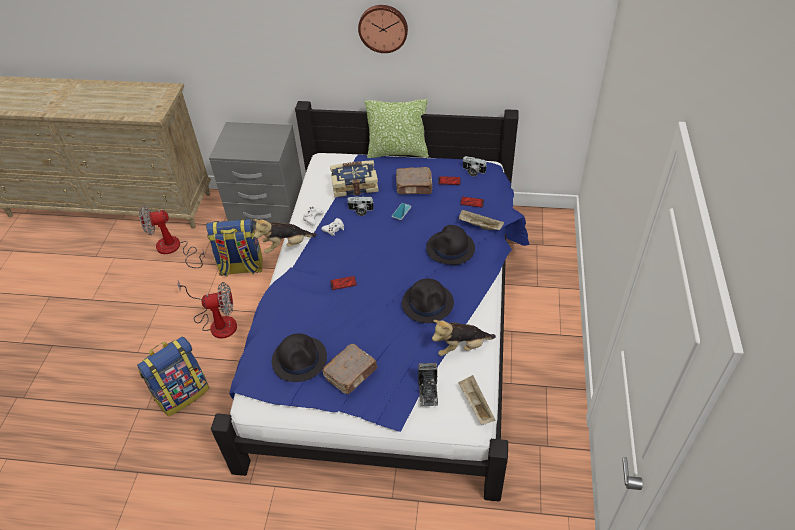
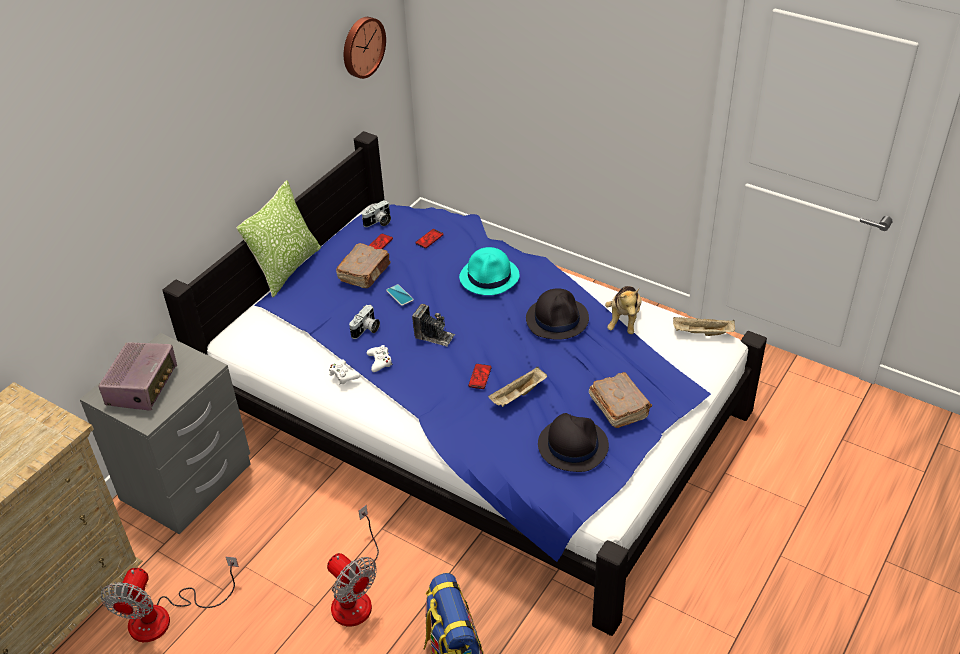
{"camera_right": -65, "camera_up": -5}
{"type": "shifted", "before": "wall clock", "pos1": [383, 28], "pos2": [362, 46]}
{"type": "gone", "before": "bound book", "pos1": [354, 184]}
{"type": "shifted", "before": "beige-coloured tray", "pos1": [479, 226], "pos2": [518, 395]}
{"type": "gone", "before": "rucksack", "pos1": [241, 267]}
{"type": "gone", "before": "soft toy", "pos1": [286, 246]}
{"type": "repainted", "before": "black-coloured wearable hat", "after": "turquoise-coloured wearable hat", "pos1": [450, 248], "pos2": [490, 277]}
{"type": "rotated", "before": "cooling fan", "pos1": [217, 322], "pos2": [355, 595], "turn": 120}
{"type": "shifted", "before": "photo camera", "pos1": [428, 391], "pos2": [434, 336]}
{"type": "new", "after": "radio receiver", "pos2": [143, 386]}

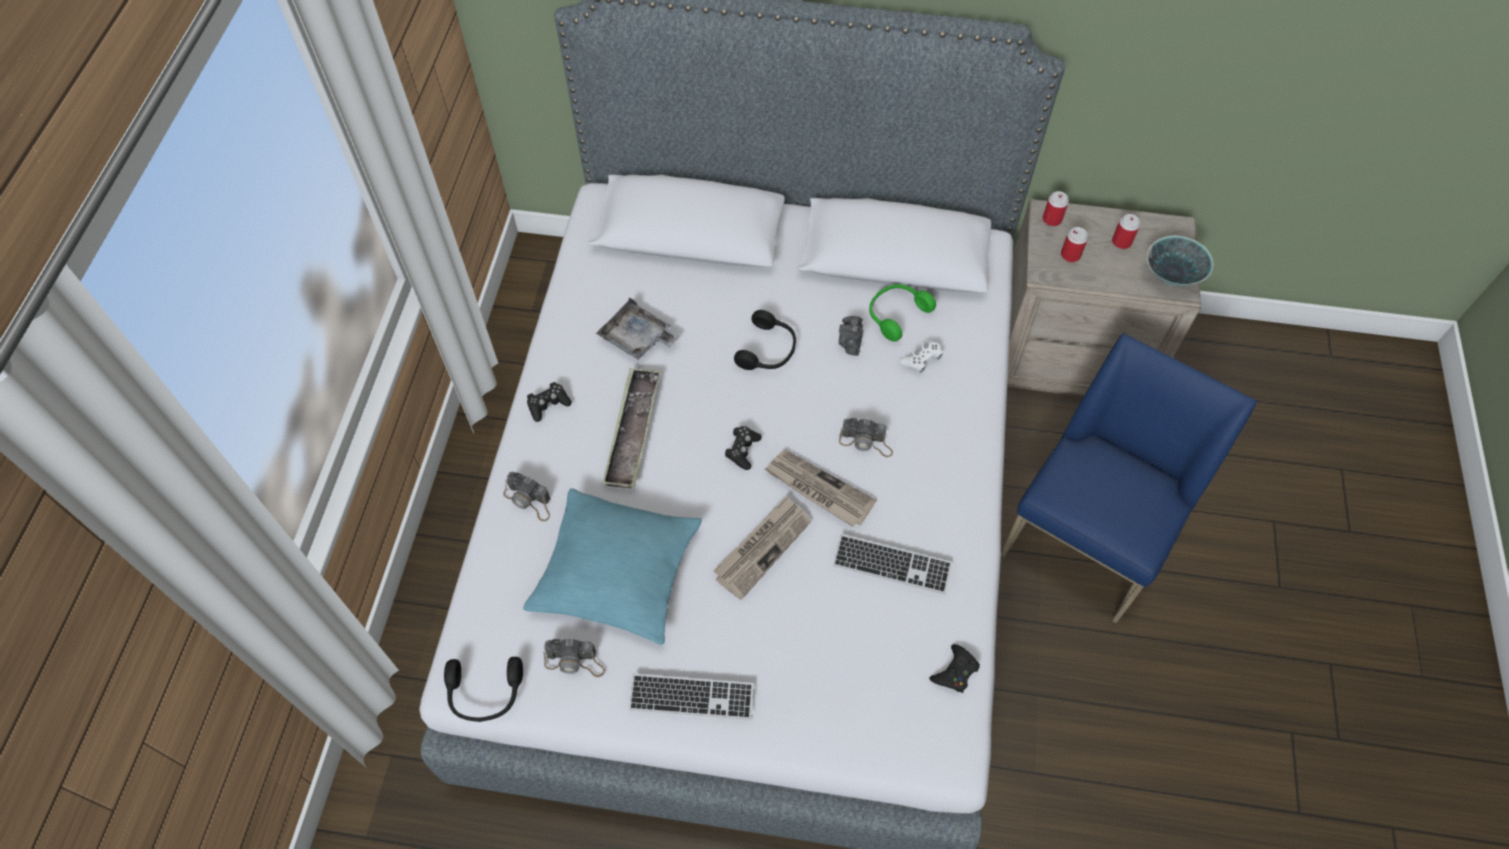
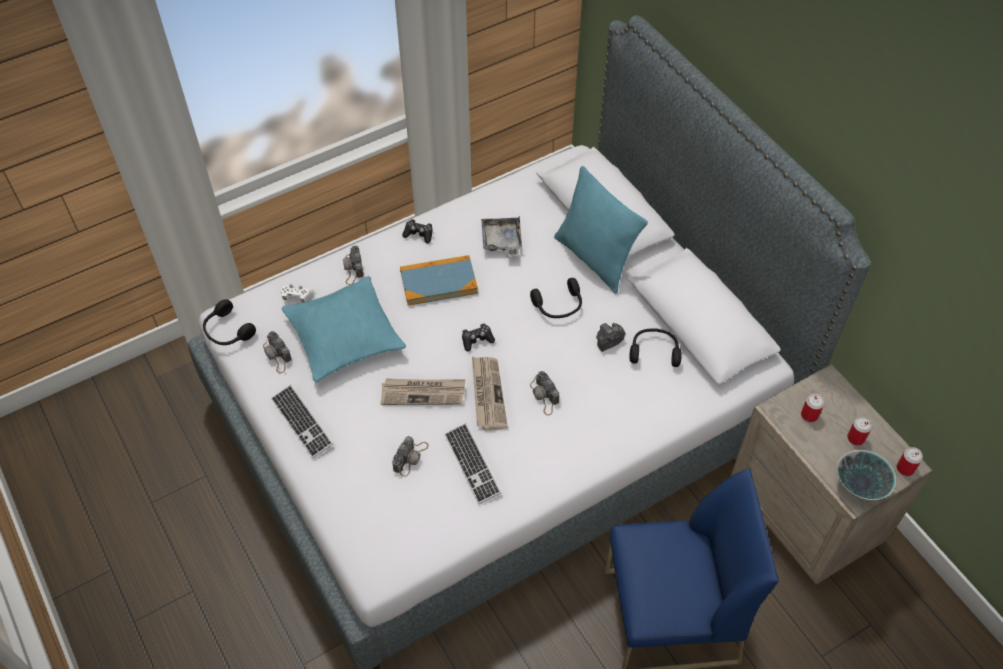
{"camera_right": 50, "camera_up": -5}
{"type": "shifted", "before": "metal can", "pos1": [1052, 219], "pos2": [905, 468]}
{"type": "repainted", "before": "green-coloured headset", "after": "black-coloured headset", "pos1": [896, 314], "pos2": [654, 351]}
{"type": "shifted", "before": "whitish gamepad", "pos1": [921, 360], "pos2": [297, 295]}
{"type": "swapped", "before": "tray", "after": "bound book", "pos1": [633, 432], "pos2": [438, 282]}
{"type": "gone", "before": "black-coloured gamepad", "pos1": [955, 672]}
{"type": "new", "after": "turquoise-coloured throw pillow", "pos2": [594, 259]}
{"type": "new", "after": "photo camera", "pos2": [410, 457]}

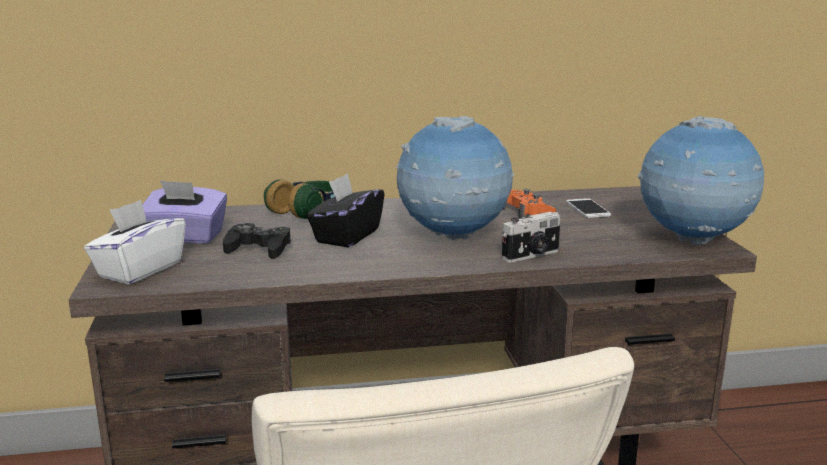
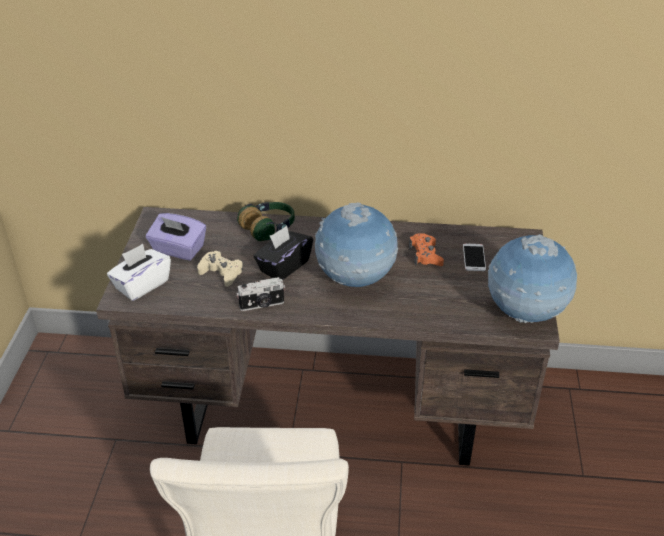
{"camera_right": 15, "camera_up": 20}
{"type": "shifted", "before": "photo camera", "pos1": [532, 255], "pos2": [262, 305]}
{"type": "repainted", "before": "black-coloured gamepad", "after": "beige-coloured gamepad", "pos1": [259, 249], "pos2": [221, 272]}

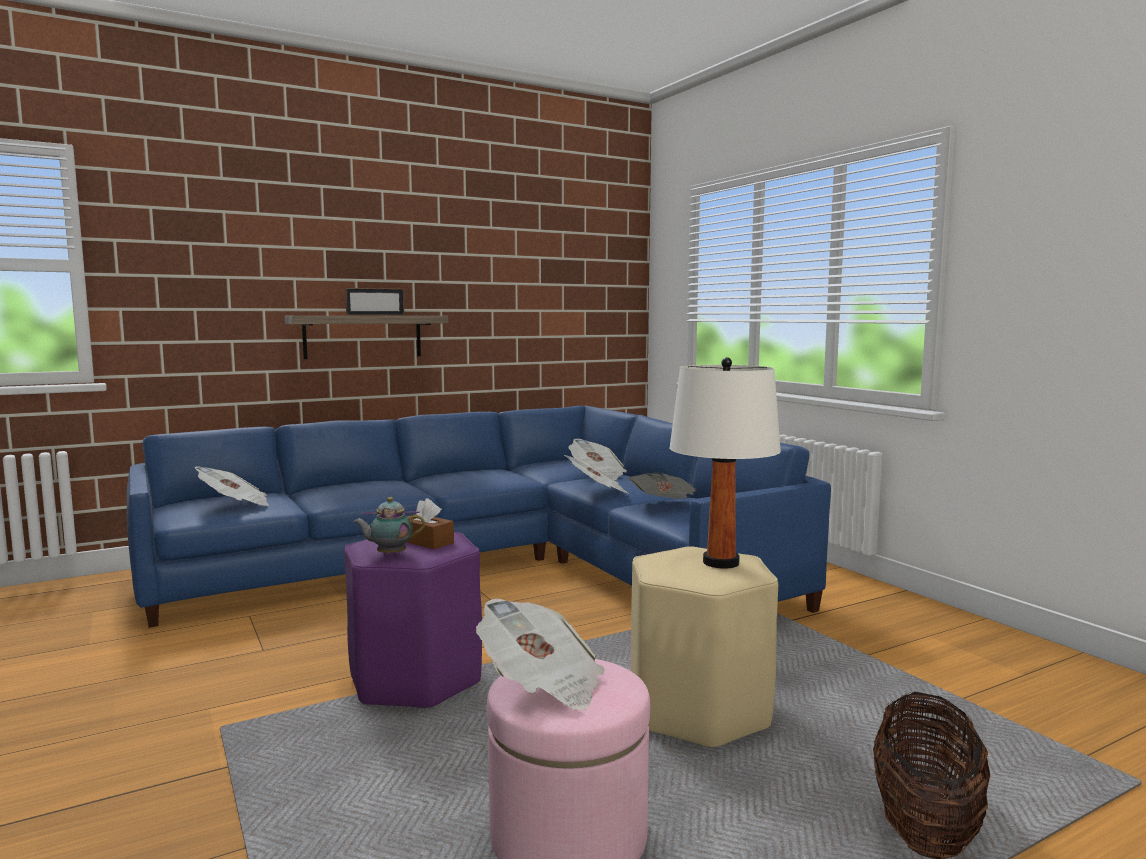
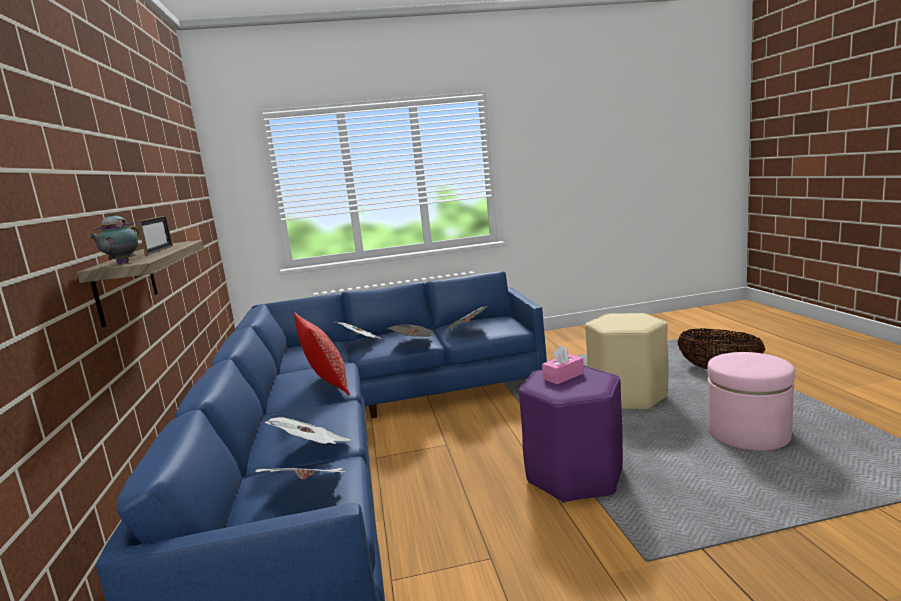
{"camera_right": -70, "camera_up": 5}
{"type": "gone", "before": "whitish lamp for a table", "pos1": [721, 562]}
{"type": "shifted", "before": "tea pot", "pos1": [389, 555], "pos2": [121, 263]}
{"type": "repainted", "before": "brown box of tissues", "after": "pink box of tissues", "pos1": [426, 541], "pos2": [563, 376]}
{"type": "shifted", "before": "daily paper", "pos1": [542, 684], "pos2": [312, 449]}
{"type": "new", "after": "throw pillow", "pos2": [327, 386]}

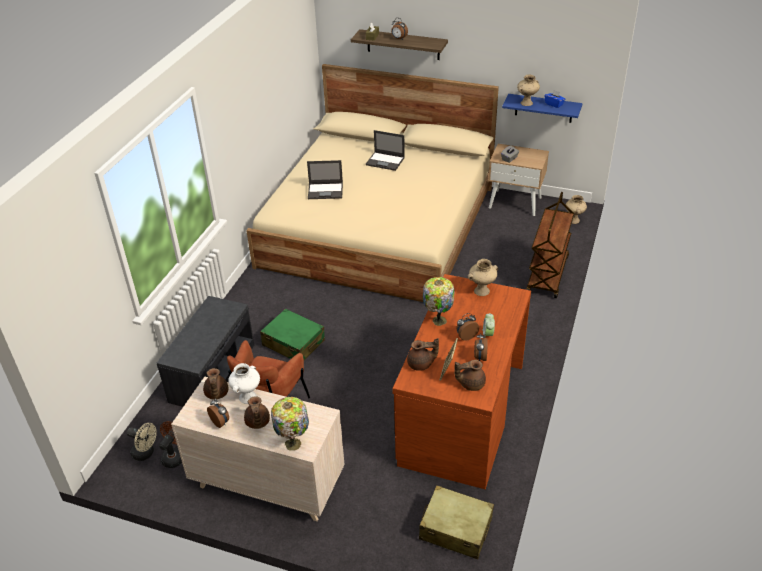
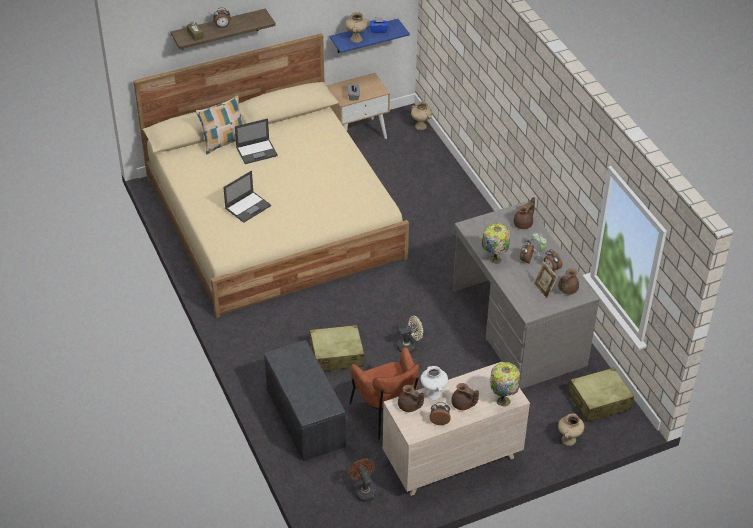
{"camera_right": -45, "camera_up": 5}
{"type": "gone", "before": "brown trolley", "pos1": [548, 275]}
{"type": "shifted", "before": "beige-coloured vase", "pos1": [481, 291], "pos2": [569, 440]}
{"type": "repainted", "before": "brown desk table", "after": "grey desk table", "pos1": [461, 414], "pos2": [517, 328]}
{"type": "repainted", "before": "green-coloured suitcase", "after": "beige-coloured suitcase", "pos1": [293, 343], "pos2": [336, 355]}
{"type": "shifted", "before": "brown tea pot", "pos1": [421, 364], "pos2": [524, 223]}
{"type": "shifted", "before": "beige-coloured cooling fan", "pos1": [146, 453], "pos2": [409, 346]}
{"type": "new", "after": "throw pillow", "pos2": [224, 142]}

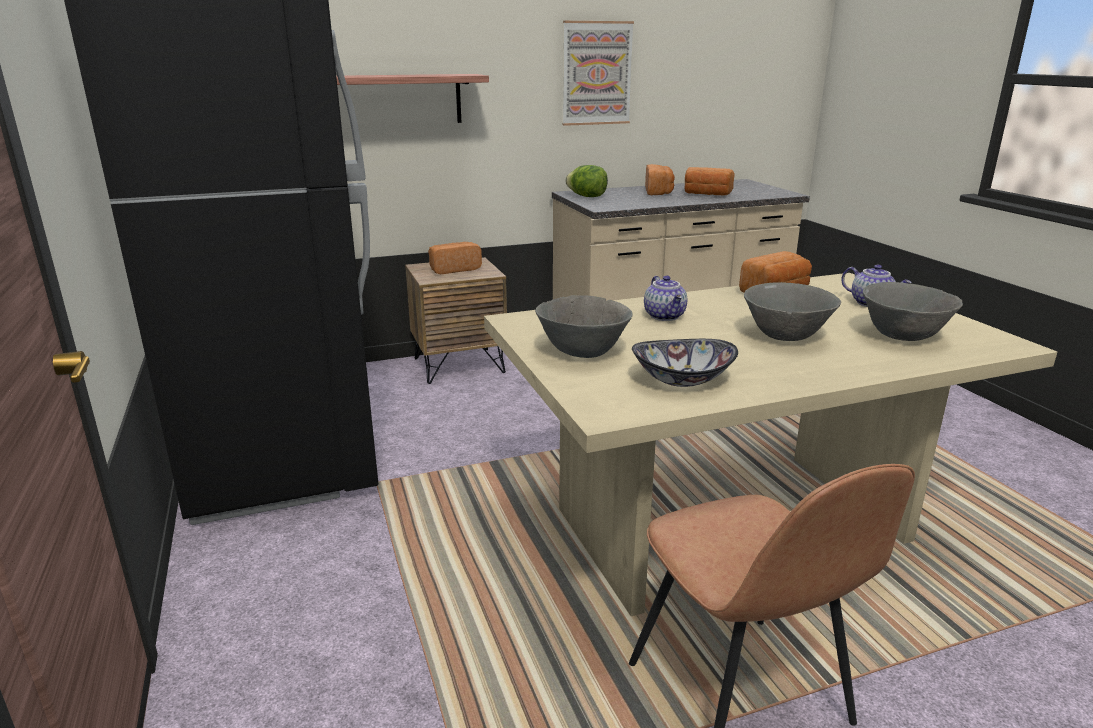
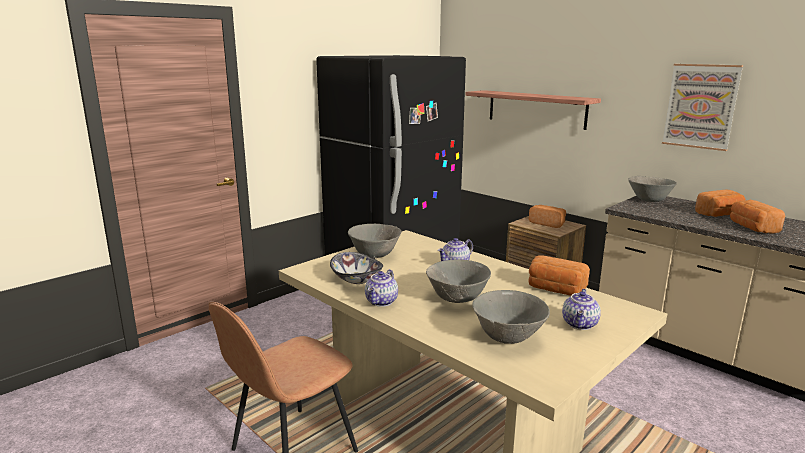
{"camera_right": 65, "camera_up": -5}
{"type": "swapped", "before": "lettuce", "after": "grey serving bowl", "pos1": [587, 196], "pos2": [649, 200]}
{"type": "new", "after": "tea pot", "pos2": [382, 302]}

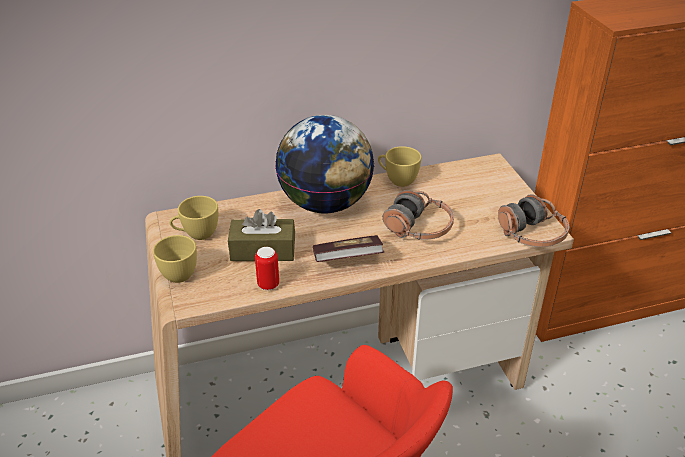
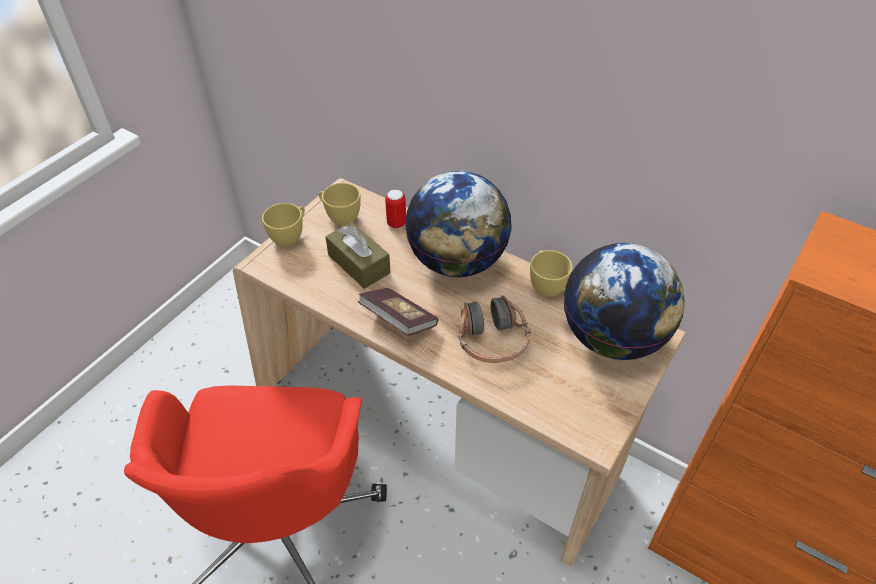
{"camera_right": 50, "camera_up": 10}
{"type": "gone", "before": "headset", "pos1": [531, 234]}
{"type": "shifted", "before": "metal can", "pos1": [268, 284], "pos2": [396, 223]}
{"type": "new", "after": "globe", "pos2": [612, 338]}

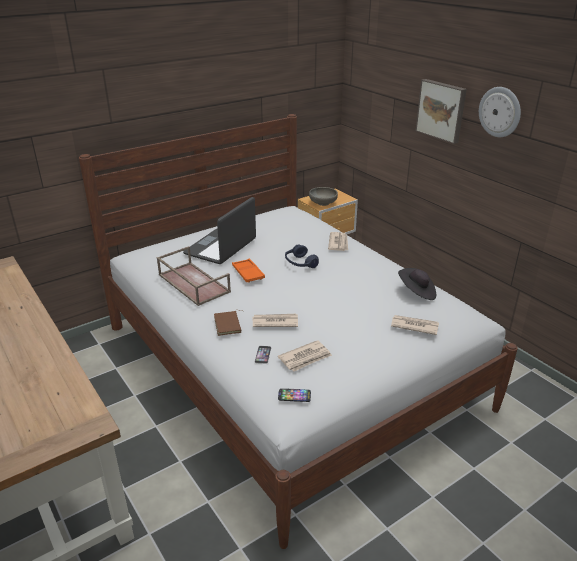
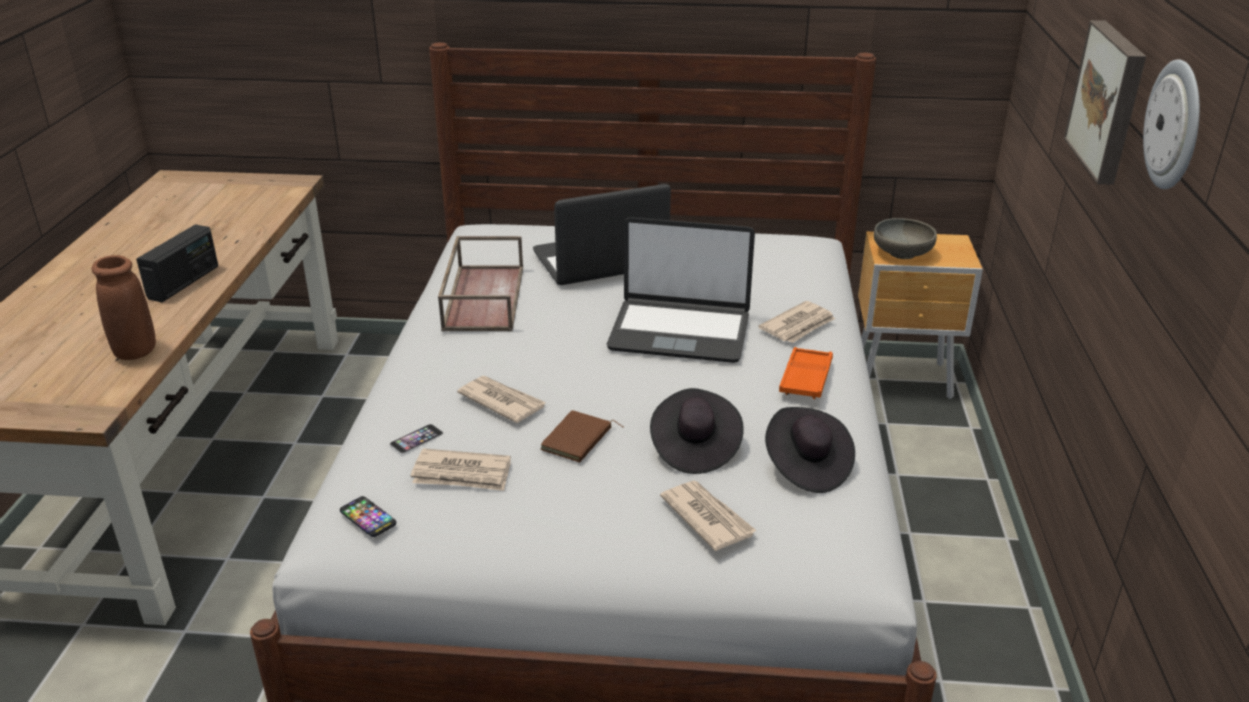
{"camera_right": 40, "camera_up": 0}
{"type": "swapped", "before": "blue-coloured headset", "after": "portable computer", "pos1": [300, 263], "pos2": [679, 332]}
{"type": "shifted", "before": "orange-coloured tray", "pos1": [248, 273], "pos2": [805, 378]}
{"type": "shifted", "before": "brown bound book", "pos1": [228, 325], "pos2": [578, 440]}
{"type": "new", "after": "radio receiver", "pos2": [184, 282]}
{"type": "new", "after": "brown vase", "pos2": [136, 351]}
{"type": "new", "after": "black-coloured wearable hat", "pos2": [694, 448]}

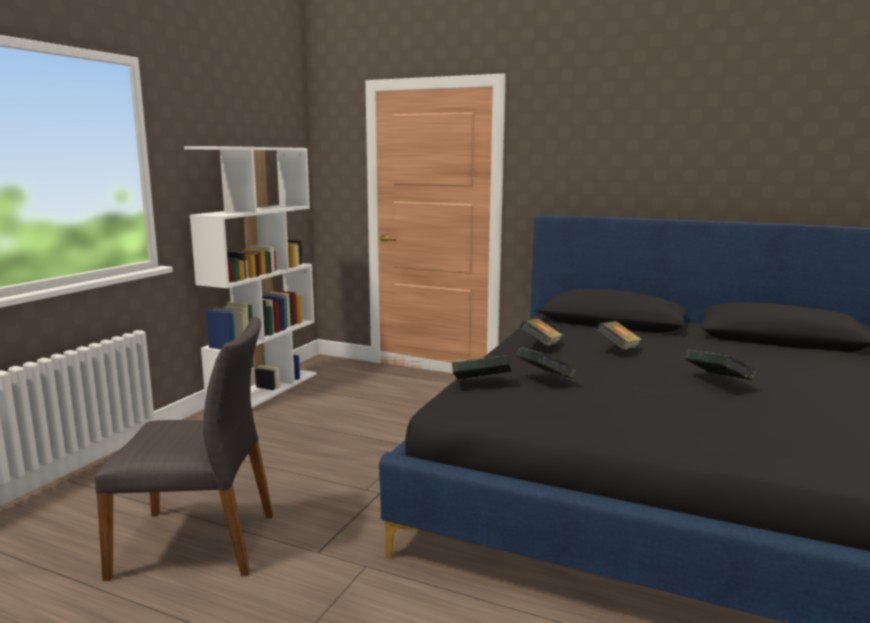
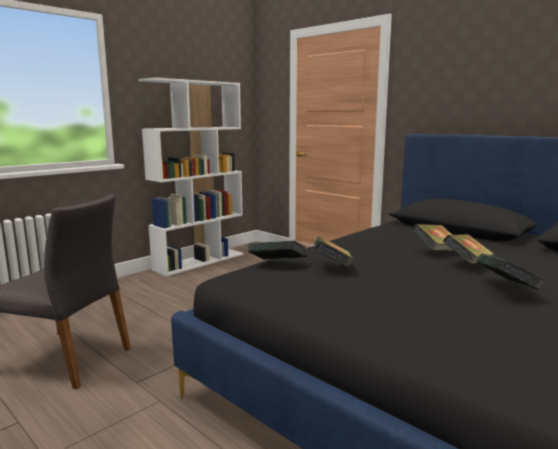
{"camera_right": 20, "camera_up": 0}
{"type": "shifted", "before": "bound book", "pos1": [541, 346], "pos2": [467, 264]}

